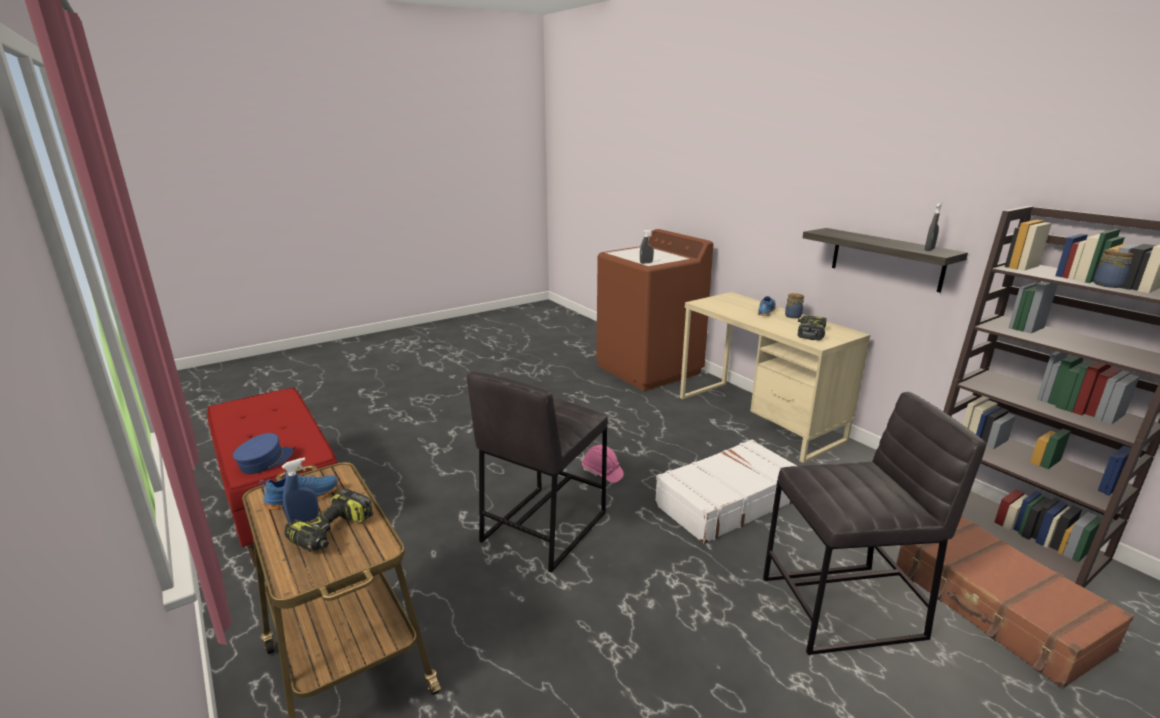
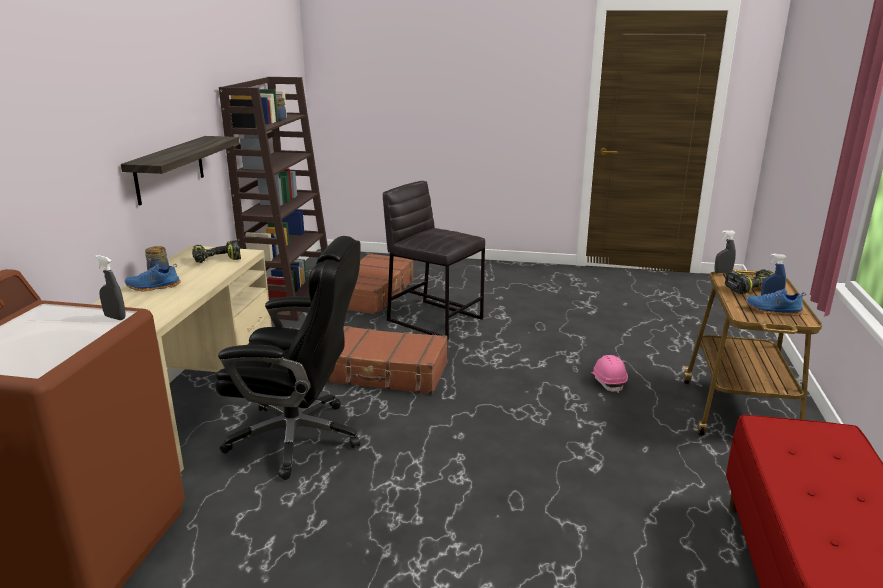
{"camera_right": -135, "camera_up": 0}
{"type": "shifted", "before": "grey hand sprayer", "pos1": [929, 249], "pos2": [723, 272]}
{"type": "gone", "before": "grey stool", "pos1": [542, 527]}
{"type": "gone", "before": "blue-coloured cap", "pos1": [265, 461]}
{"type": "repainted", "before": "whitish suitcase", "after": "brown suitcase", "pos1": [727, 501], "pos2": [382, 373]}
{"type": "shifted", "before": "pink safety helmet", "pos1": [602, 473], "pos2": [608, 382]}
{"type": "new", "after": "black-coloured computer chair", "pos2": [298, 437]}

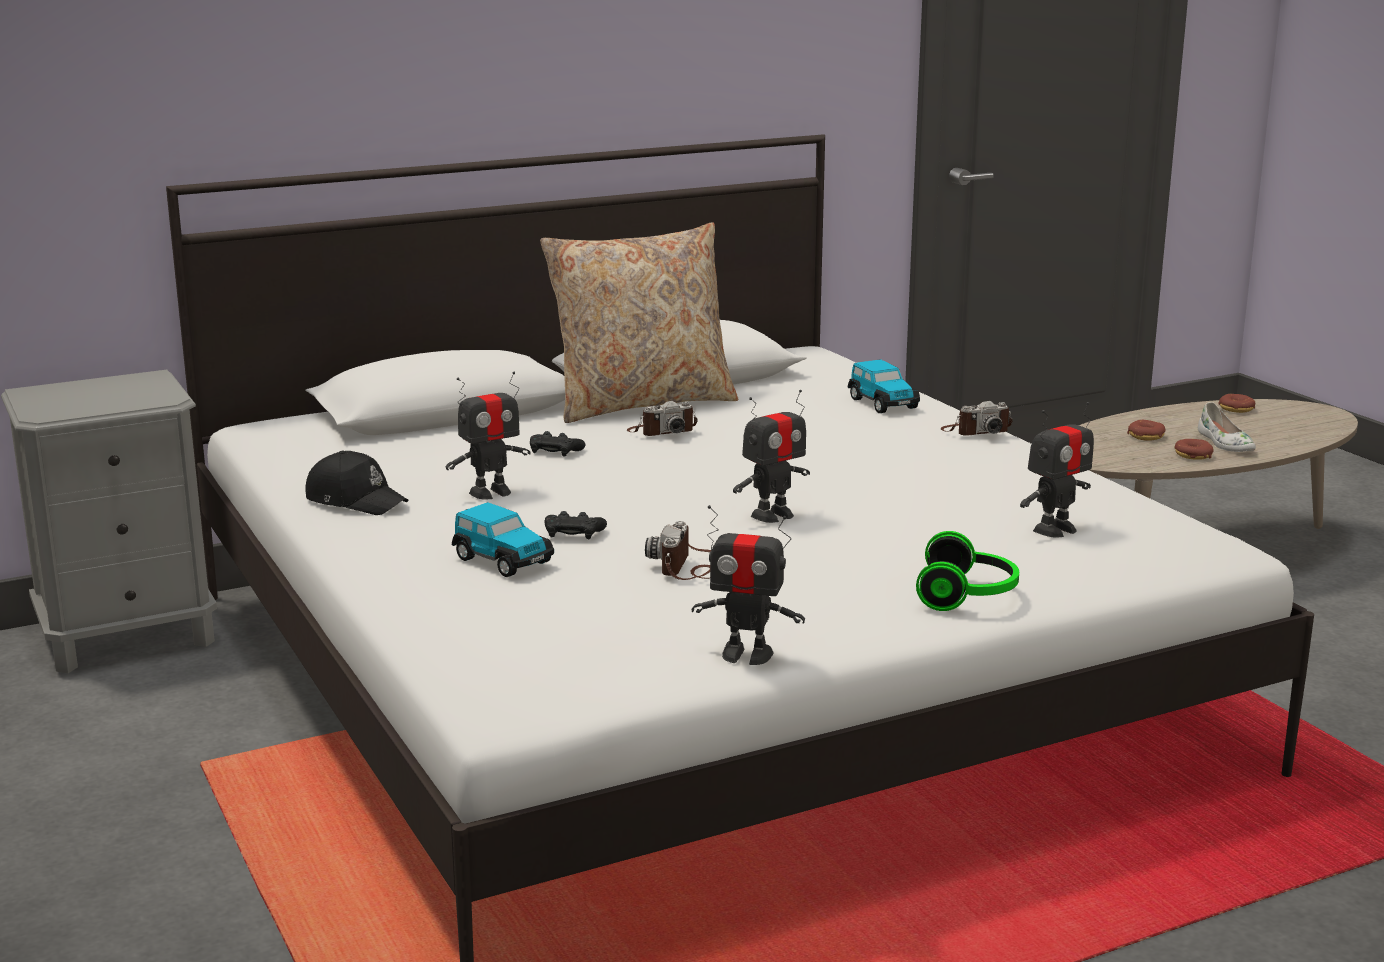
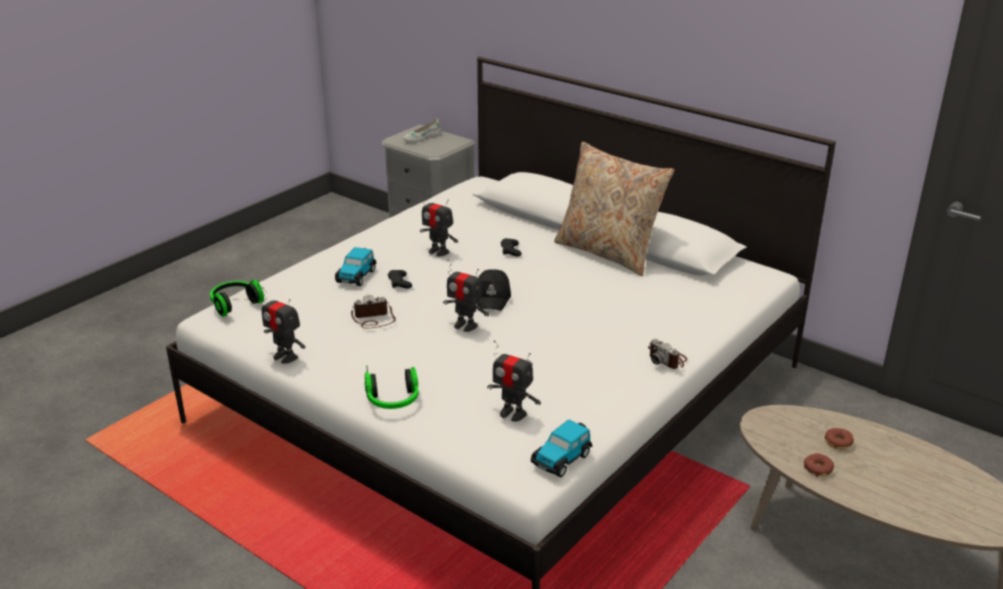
{"camera_right": 65, "camera_up": 10}
{"type": "shifted", "before": "toy car", "pos1": [882, 403], "pos2": [562, 458]}
{"type": "gone", "before": "donut", "pos1": [1236, 409]}
{"type": "gone", "before": "photo camera", "pos1": [662, 431]}
{"type": "shifted", "before": "whitish shoe", "pos1": [1224, 443], "pos2": [421, 137]}
{"type": "shifted", "before": "black-coloured cap", "pos1": [356, 500], "pos2": [493, 297]}
{"type": "rotated", "before": "model robot", "pos1": [746, 655], "pos2": [285, 357], "turn": -45}
{"type": "new", "after": "headset", "pos2": [234, 304]}

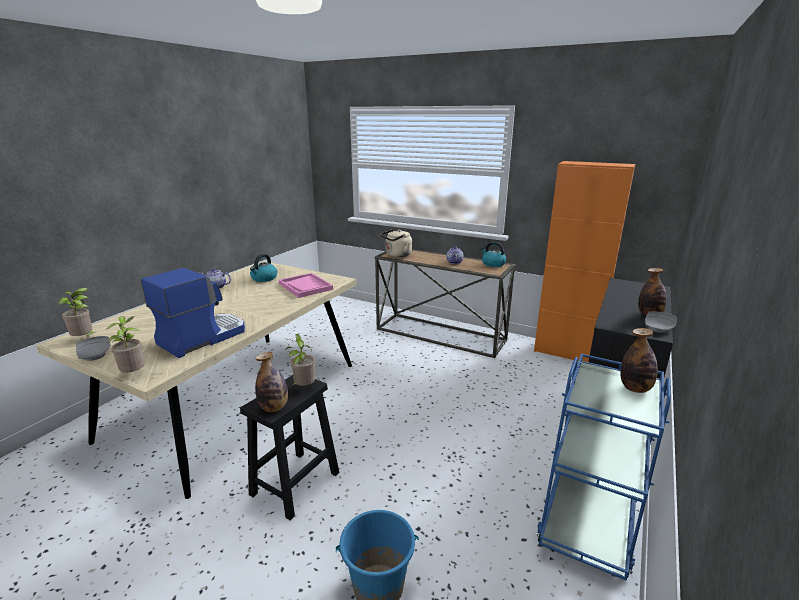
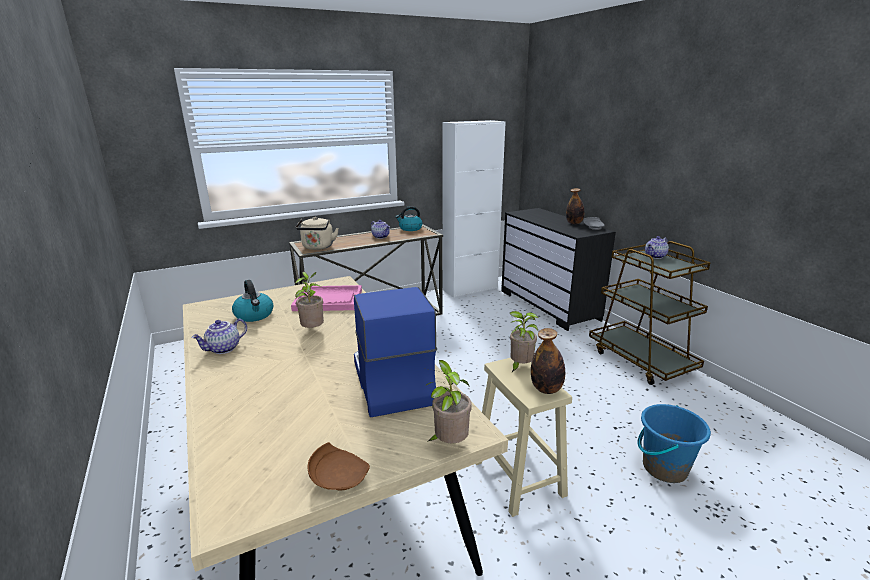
{"camera_right": -55, "camera_up": 0}
{"type": "repainted", "before": "orange-coloured cabinet", "after": "whitish cabinet", "pos1": [566, 352], "pos2": [470, 289]}
{"type": "shifted", "before": "potted plant", "pos1": [85, 338], "pos2": [313, 330]}
{"type": "swapped", "before": "drink bottle", "after": "tea pot", "pos1": [635, 388], "pos2": [655, 256]}
{"type": "repainted", "before": "grey dinner plate", "after": "brown dinner plate", "pos1": [95, 354], "pos2": [339, 477]}
{"type": "repainted", "before": "blue-coloured trolley", "after": "brown trolley", "pos1": [588, 518], "pos2": [641, 360]}
{"type": "repainted", "before": "black-coloured stool", "after": "beige-coloured stool", "pos1": [294, 484], "pos2": [519, 479]}

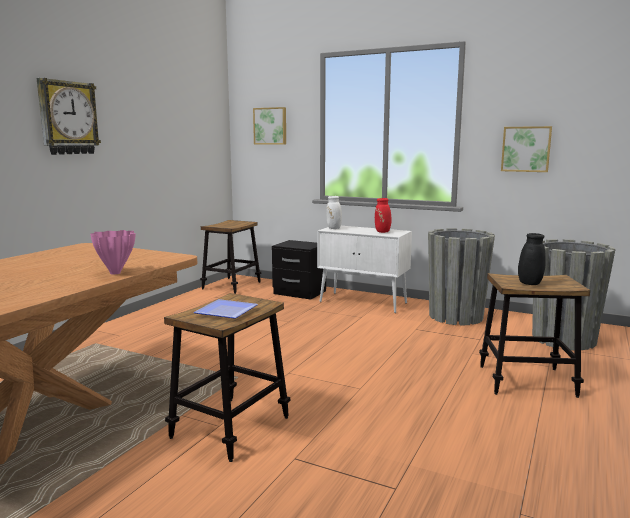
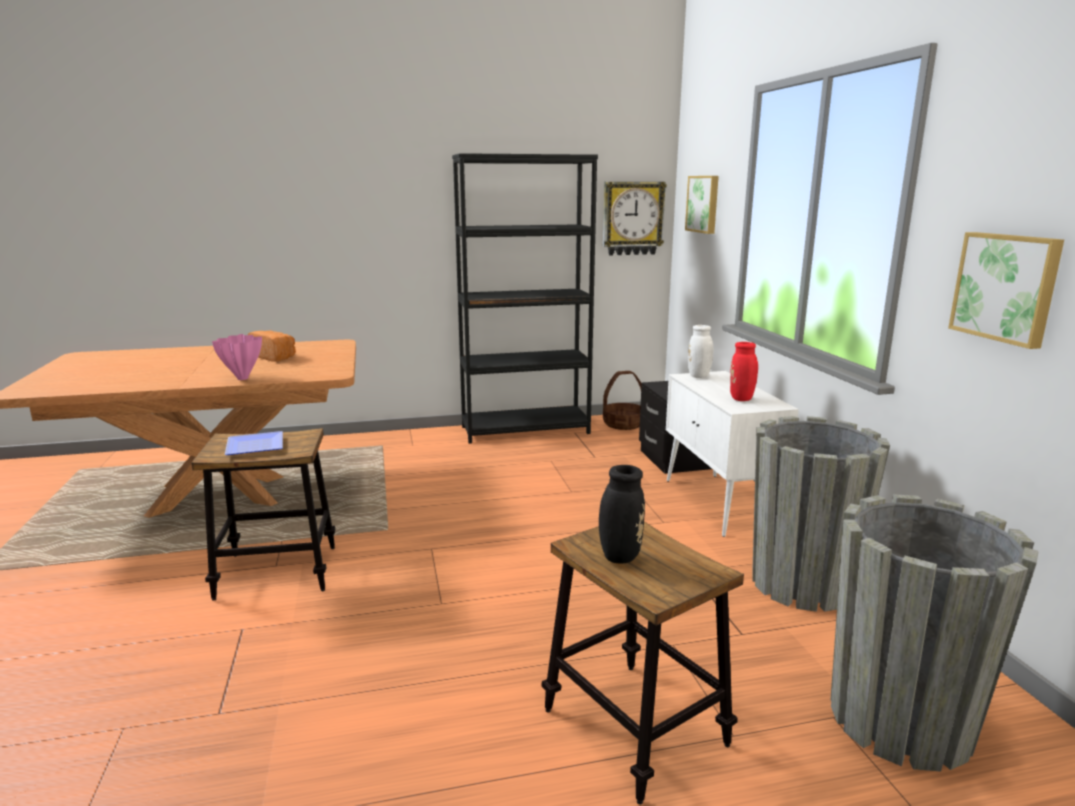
{"camera_right": 50, "camera_up": 5}
{"type": "shifted", "before": "wall clock", "pos1": [68, 118], "pos2": [632, 218]}
{"type": "swapped", "before": "stool", "after": "storage basket", "pos1": [231, 285], "pos2": [623, 424]}
{"type": "new", "after": "black-coloured bookcase", "pos2": [525, 430]}
{"type": "new", "after": "bakery bread", "pos2": [274, 357]}

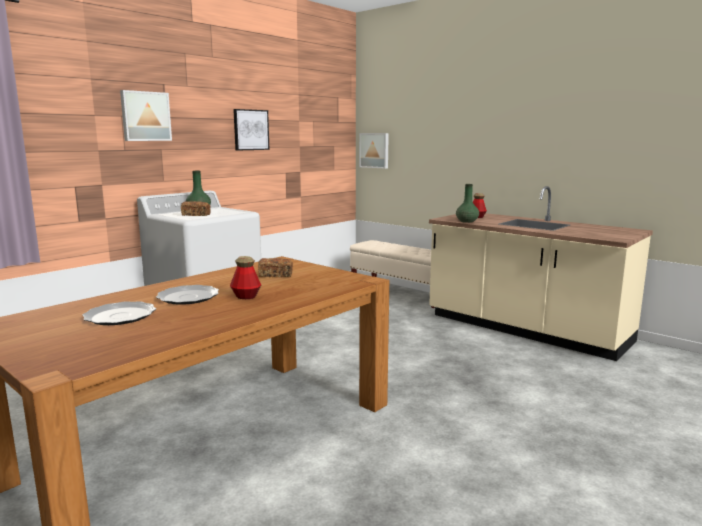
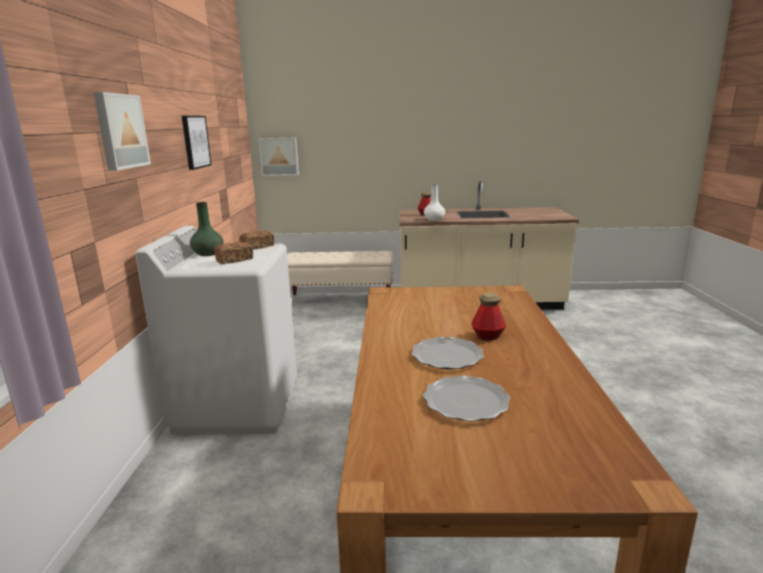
{"camera_right": -40, "camera_up": 5}
{"type": "repainted", "before": "green-coloured vase", "after": "whitish vase", "pos1": [466, 221], "pos2": [434, 219]}
{"type": "shifted", "before": "bakery bread", "pos1": [276, 275], "pos2": [257, 247]}

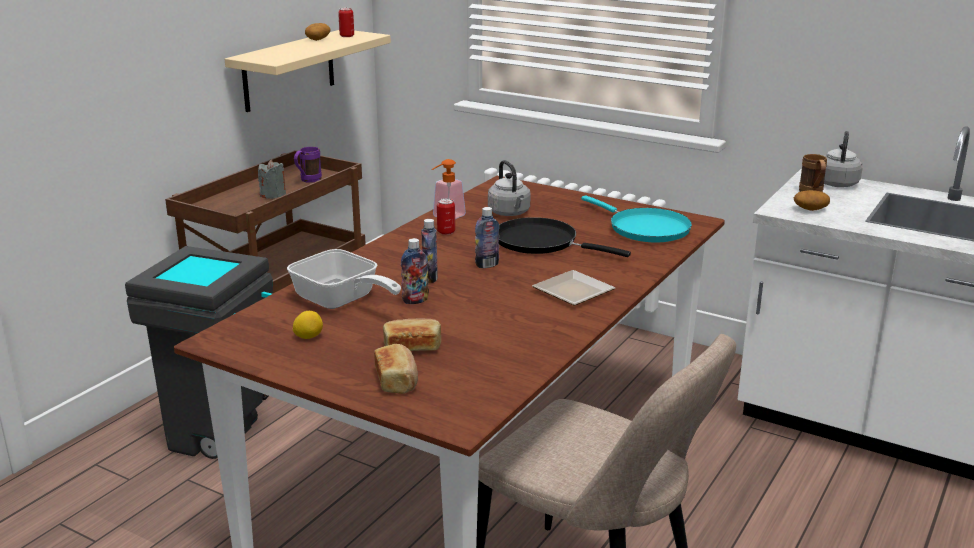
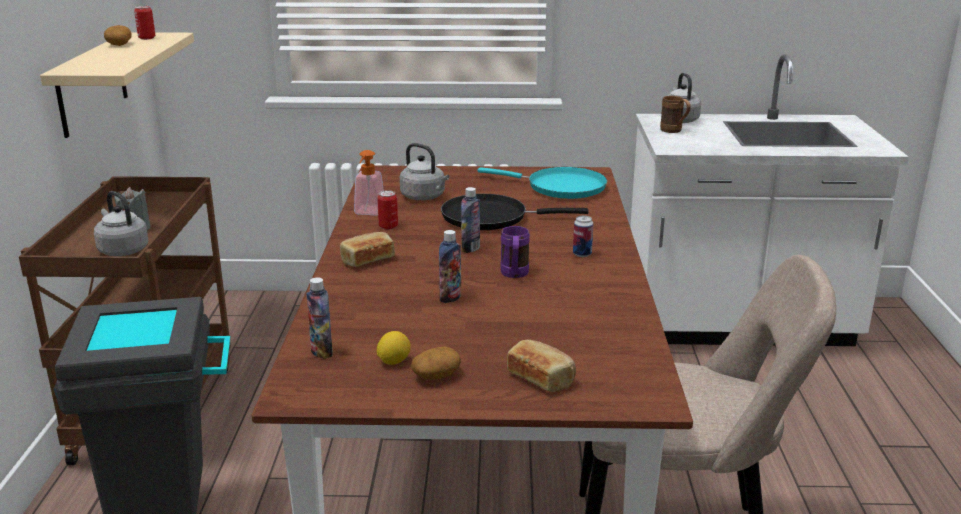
{"camera_right": -30, "camera_up": 0}
{"type": "shifted", "before": "purple mug", "pos1": [307, 181], "pos2": [514, 275]}
{"type": "shifted", "before": "whole potato", "pos1": [810, 209], "pos2": [436, 376]}
{"type": "shifted", "before": "drink bottle", "pos1": [430, 278], "pos2": [321, 352]}
{"type": "gone", "before": "skillet", "pos1": [341, 301]}
{"type": "swapped", "before": "dinner plate", "after": "metal can", "pos1": [576, 292], "pos2": [582, 254]}
{"type": "shifted", "before": "bakery bread", "pos1": [412, 347], "pos2": [367, 260]}
{"type": "new", "after": "grey tea kettle", "pos2": [122, 250]}

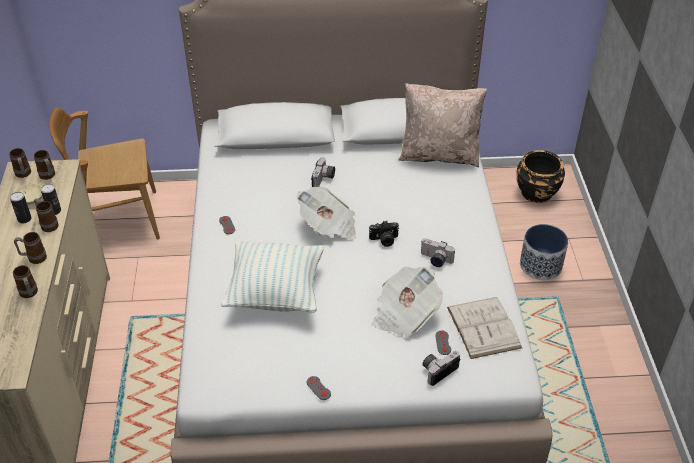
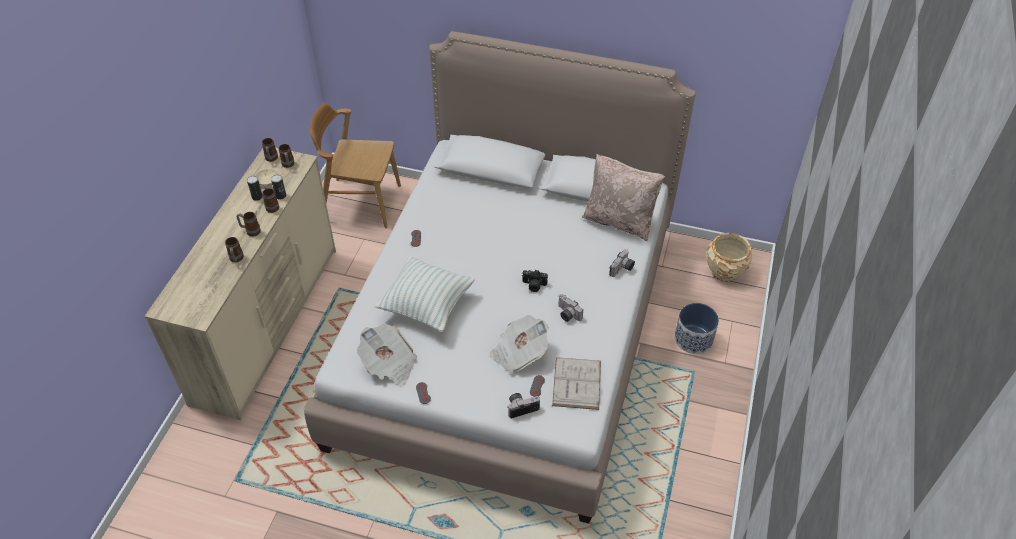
{"camera_right": 20, "camera_up": 5}
{"type": "repainted", "before": "black-coloured planter", "after": "beige-coloured planter", "pos1": [536, 192], "pos2": [724, 270]}
{"type": "shifted", "before": "photo camera", "pos1": [324, 179], "pos2": [622, 269]}
{"type": "shifted", "before": "daily paper", "pos1": [328, 226], "pos2": [389, 364]}

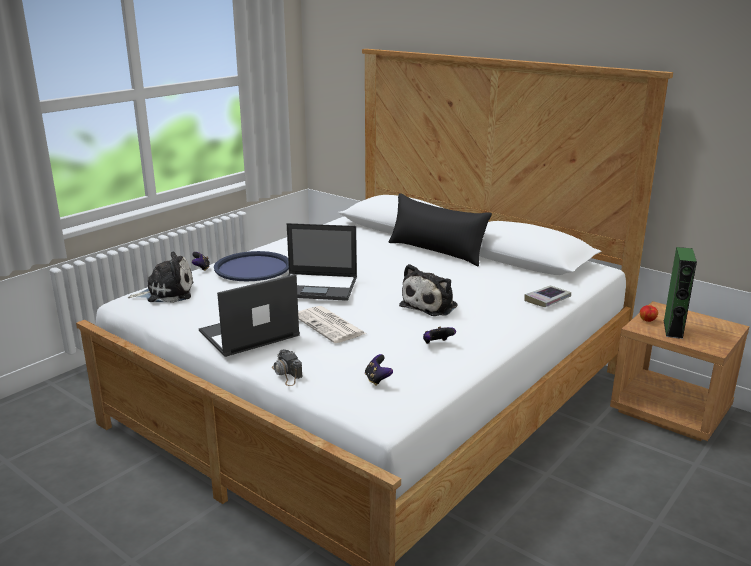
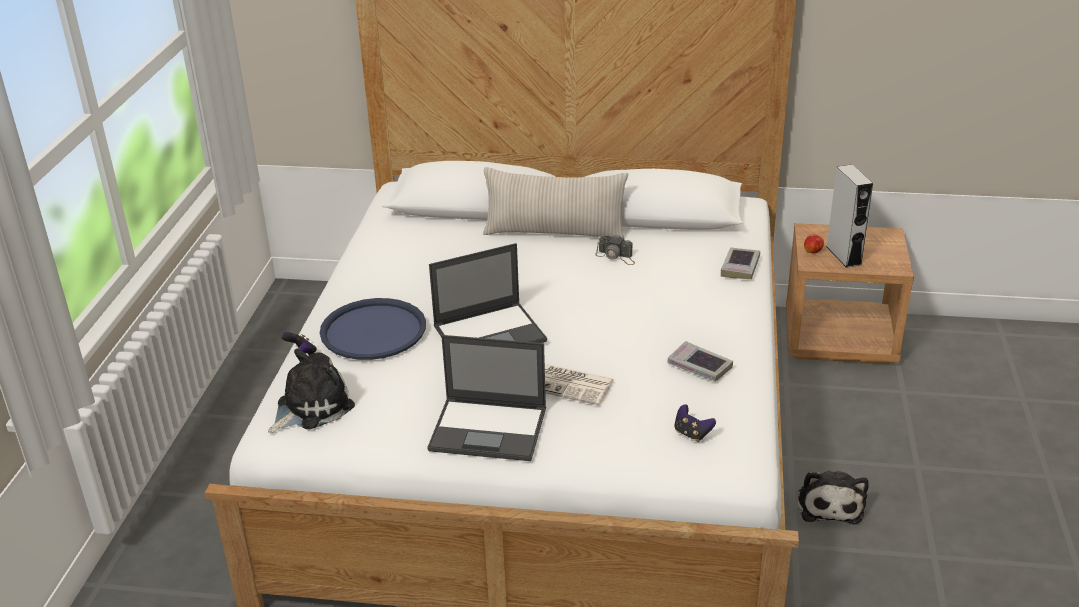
{"camera_right": -30, "camera_up": 10}
{"type": "repainted", "before": "black-coloured throw pillow", "after": "beige-coloured throw pillow", "pos1": [436, 252], "pos2": [555, 233]}
{"type": "repainted", "before": "green-coloured loudspeaker", "after": "grey loudspeaker", "pos1": [673, 329], "pos2": [843, 255]}
{"type": "shifted", "before": "soft toy", "pos1": [431, 305], "pos2": [829, 504]}
{"type": "rotated", "before": "portable computer", "pos1": [248, 334], "pos2": [490, 429], "turn": -105}
{"type": "swapped", "before": "gamepad", "after": "bound book", "pos1": [437, 344], "pos2": [699, 366]}
{"type": "shifted", "before": "photo camera", "pos1": [287, 374], "pos2": [616, 256]}

